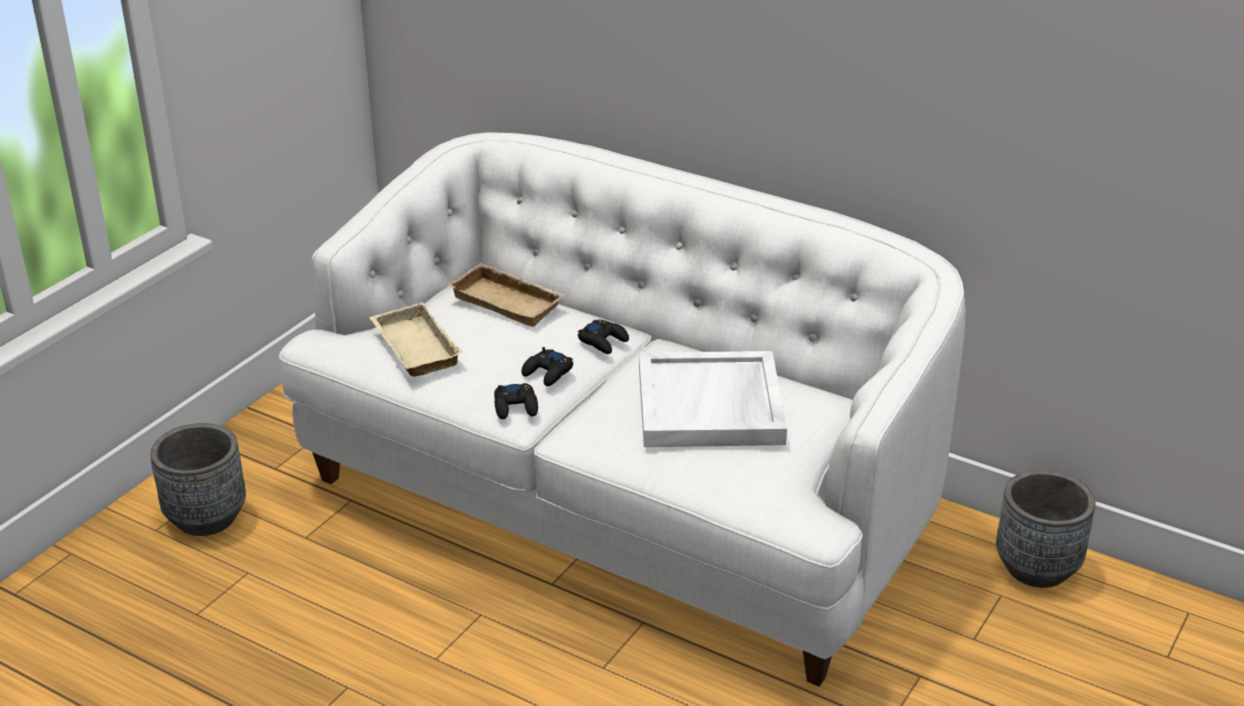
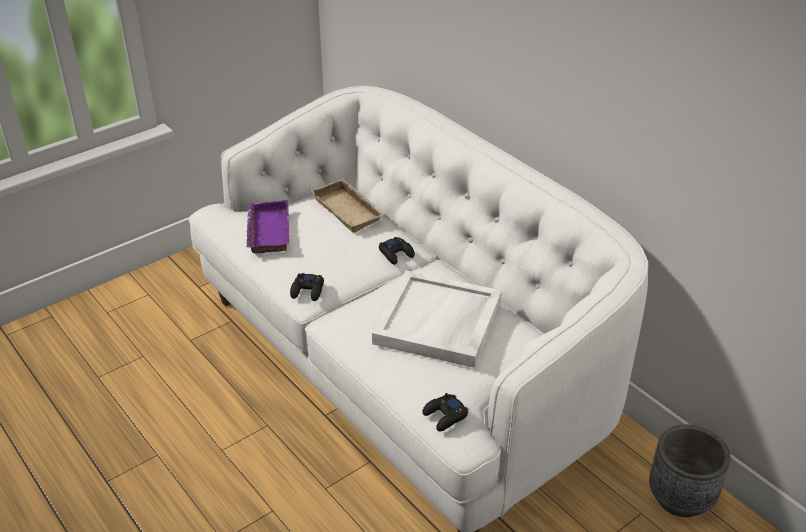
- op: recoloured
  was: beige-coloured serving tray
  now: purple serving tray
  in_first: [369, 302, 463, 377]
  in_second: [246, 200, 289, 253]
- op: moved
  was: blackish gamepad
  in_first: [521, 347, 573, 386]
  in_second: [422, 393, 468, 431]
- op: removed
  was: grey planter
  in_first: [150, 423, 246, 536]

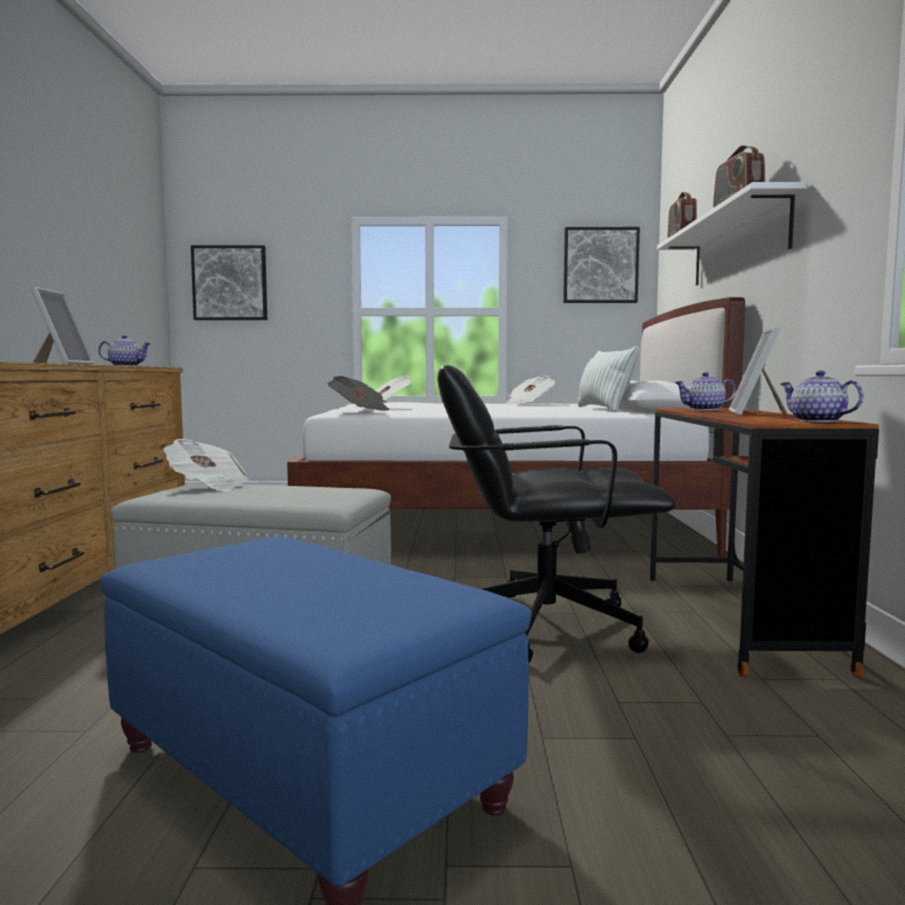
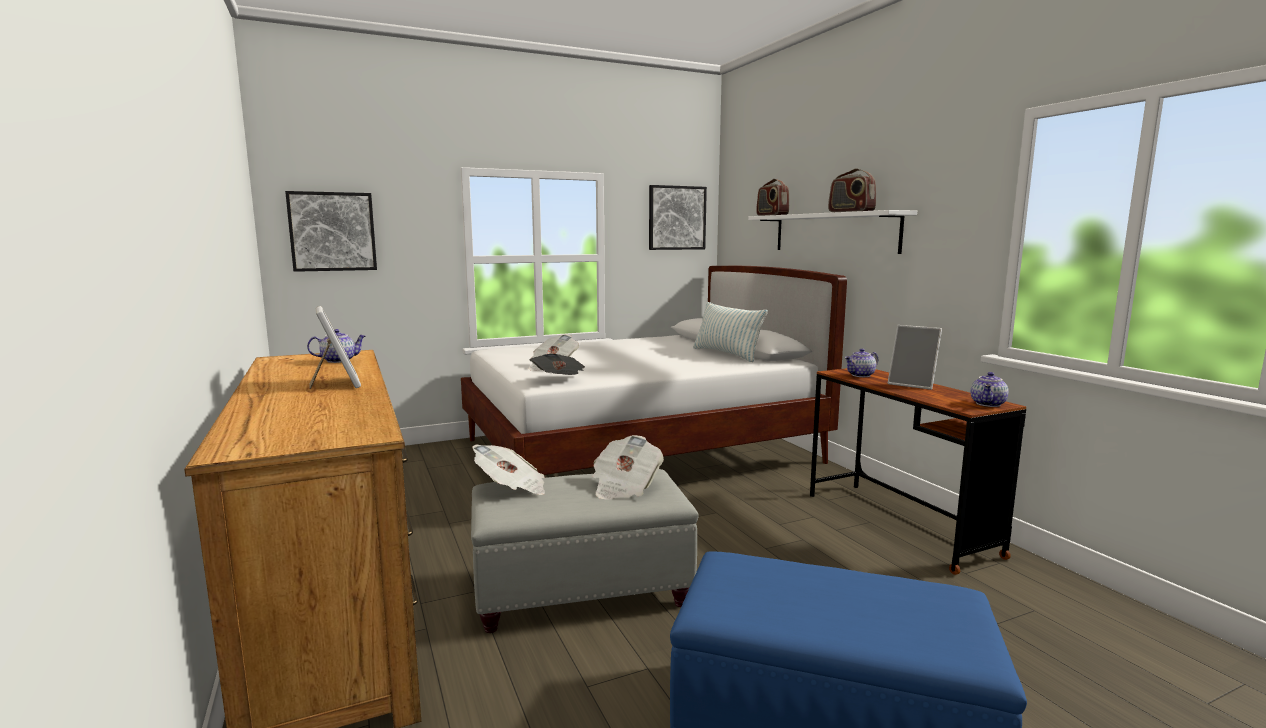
- op: moved
  was: newspaper
  in_first: [506, 376, 555, 405]
  in_second: [592, 435, 664, 500]
- op: turned
  was: standing frame
  in_first: [729, 327, 788, 415]
  in_second: [888, 325, 942, 390]
  clockwise: -45
- op: turned
  was: pot for tea
  in_first: [781, 371, 863, 422]
  in_second: [971, 372, 1009, 407]
  clockwise: -90
- op: removed
  was: blackish computer chair
  in_first: [437, 365, 676, 663]

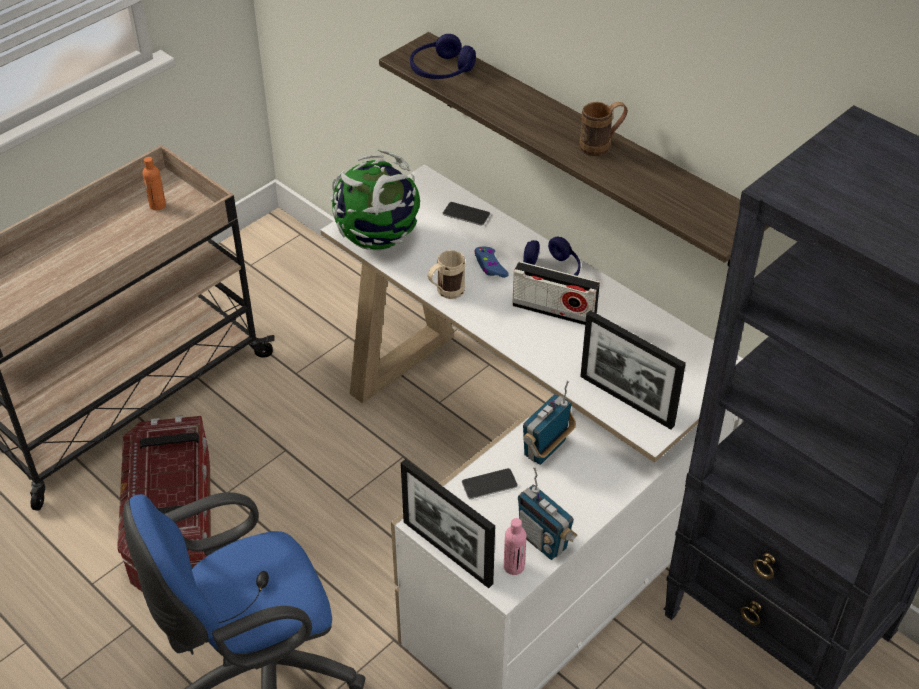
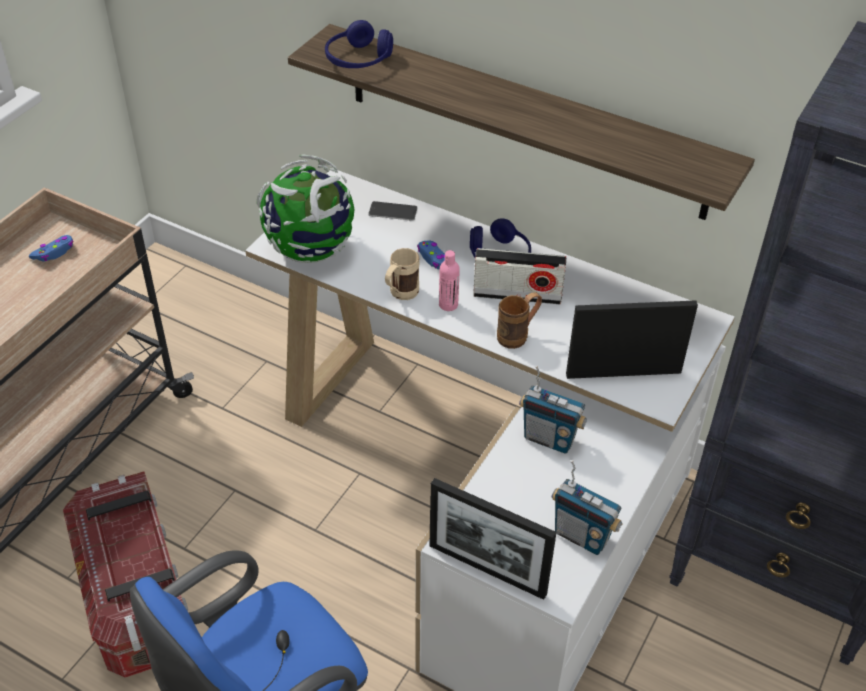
- op: replaced
  was: orange-coloured drink bottle
  now: blue-coloured gamepad
  in_first: [142, 157, 166, 210]
  in_second: [29, 235, 73, 261]
- op: moved
  was: pink-coloured drink bottle
  in_first: [504, 518, 526, 575]
  in_second: [439, 250, 460, 311]
- op: moved
  was: brown-coloured mug
  in_first: [580, 102, 628, 156]
  in_second: [497, 292, 542, 349]
- op: turned
  was: radio set
  in_first: [523, 381, 576, 465]
  in_second: [519, 366, 587, 454]
  clockwise: -90
- op: turned
  was: standing frame
  in_first: [580, 310, 686, 429]
  in_second: [566, 300, 698, 379]
  clockwise: 150
- op: removed
  was: phone
  in_first: [462, 468, 518, 499]

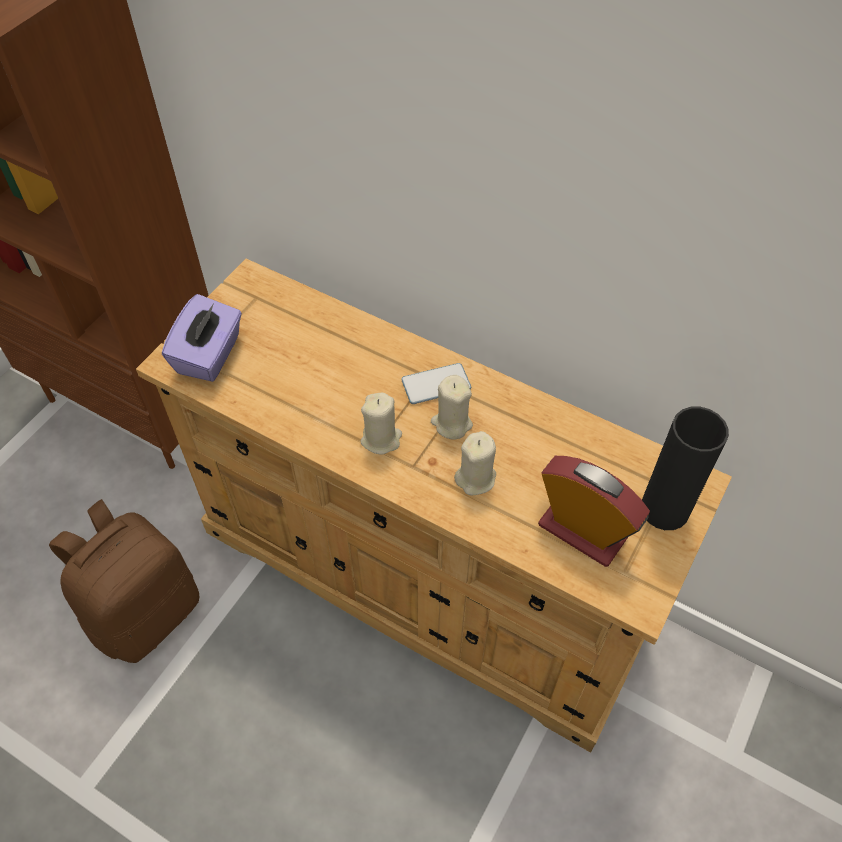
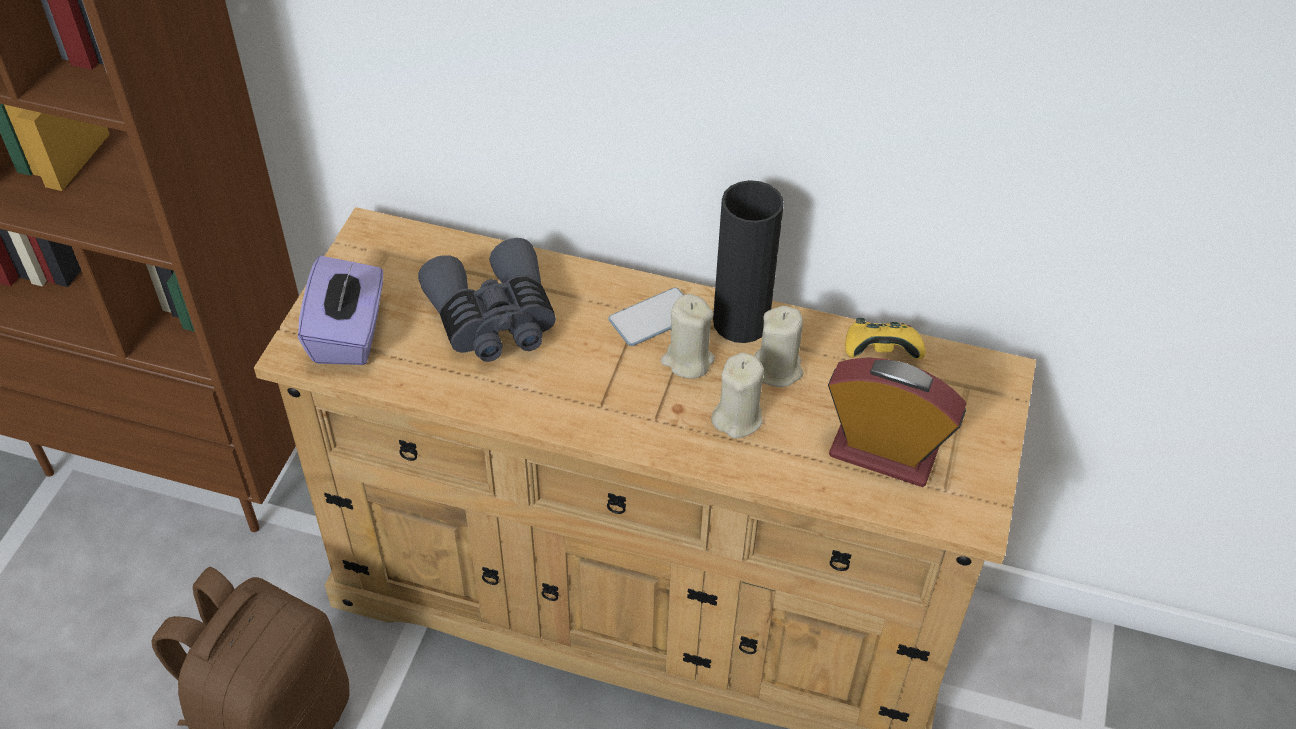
- op: added
  now: grey field glasses
  in_second: [418, 238, 556, 362]
- op: moved
  was: blackish decorative vase
  in_first: [642, 407, 729, 530]
  in_second: [713, 180, 784, 343]
- op: moved
  was: beige-coloured wax candle
  in_first: [361, 393, 402, 454]
  in_second: [754, 306, 804, 387]
- op: added
  now: yellow gamepad
  in_second: [845, 318, 926, 359]

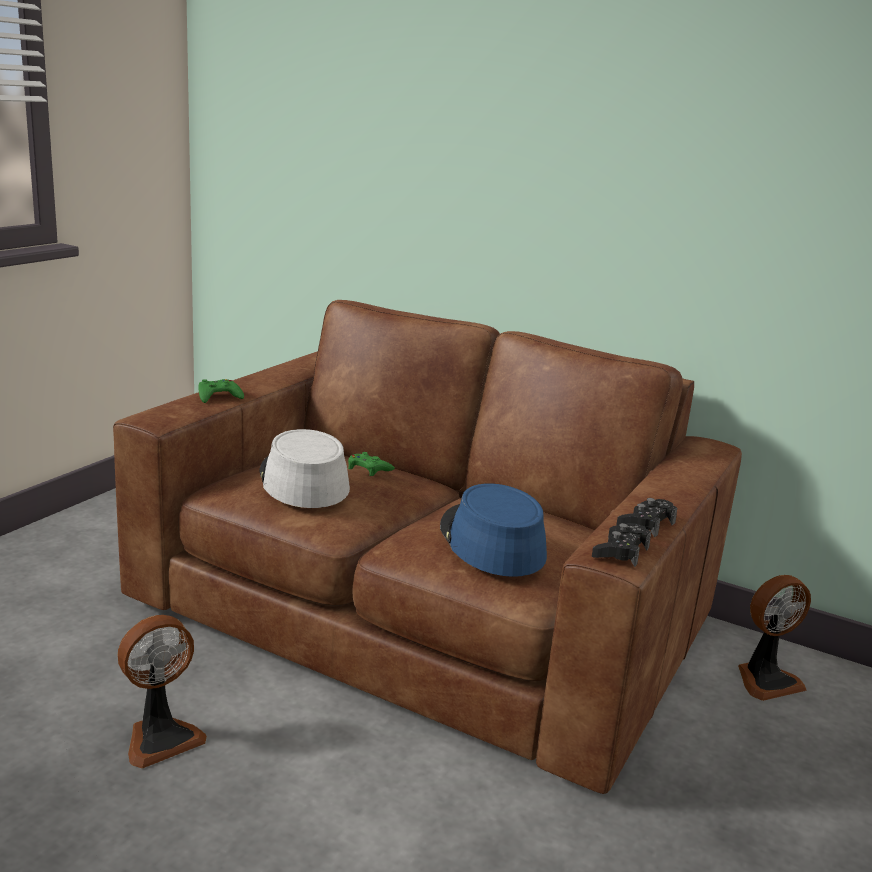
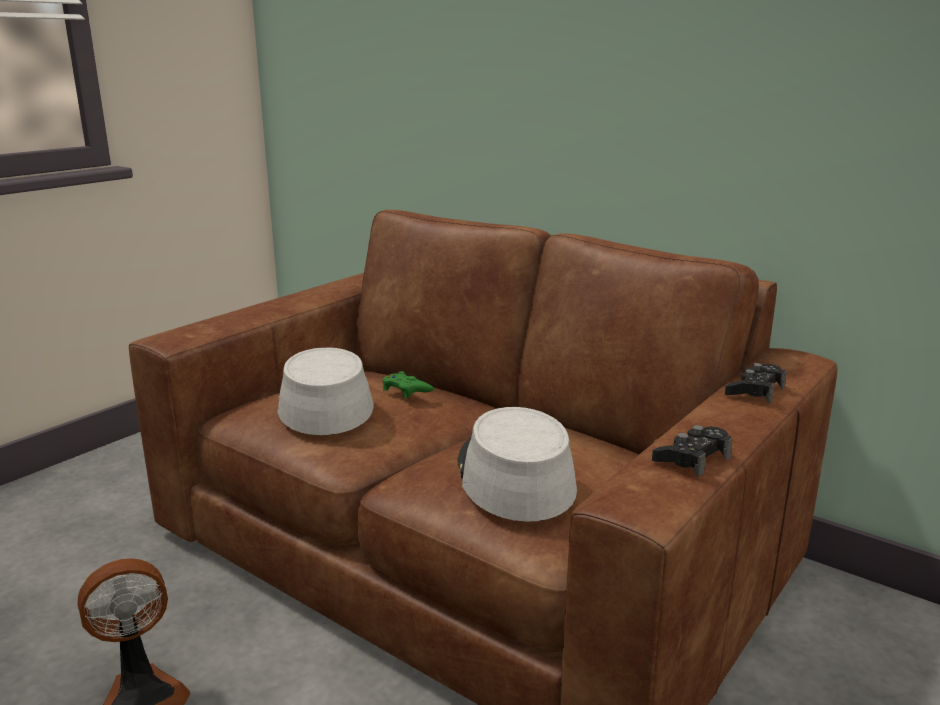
- op: recoloured
  was: blue-coloured clothing hat
  now: grey clothing hat
  in_first: [440, 483, 547, 577]
  in_second: [458, 407, 577, 522]
- op: moved
  was: blackish gamepad
  in_first: [592, 523, 651, 567]
  in_second: [725, 363, 787, 403]
- op: removed
  was: green gamepad
  in_first: [199, 379, 244, 403]
- op: removed
  was: cooling fan
  in_first: [738, 575, 811, 701]

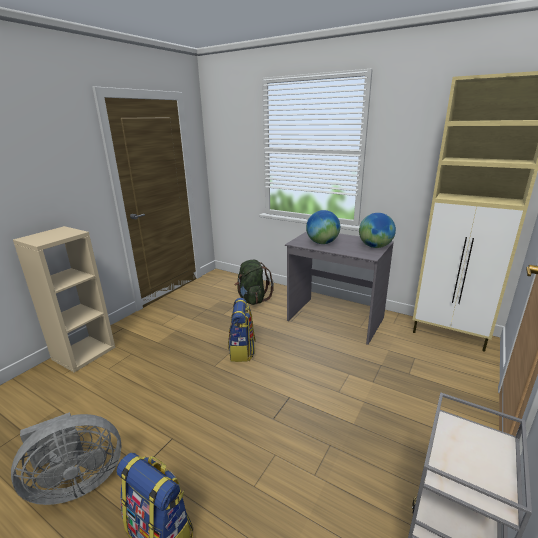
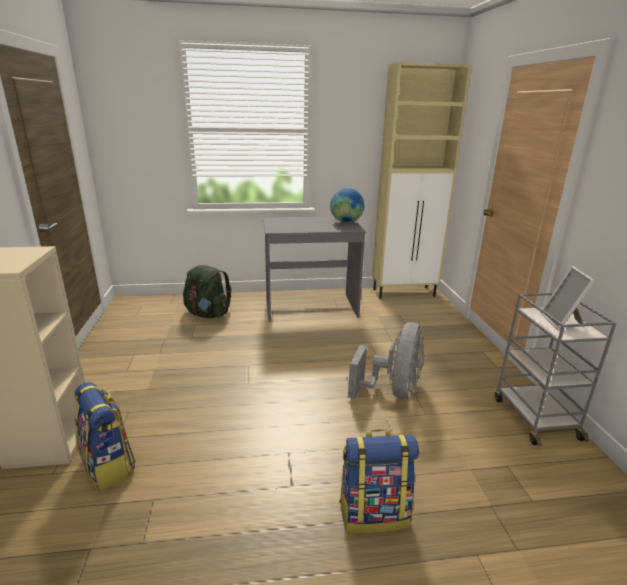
- op: moved
  was: backpack
  in_first: [228, 298, 255, 362]
  in_second: [75, 382, 136, 492]
- op: moved
  was: grey cooling fan
  in_first: [11, 412, 121, 505]
  in_second: [348, 322, 424, 399]
- op: added
  now: standing frame
  in_second: [540, 266, 595, 330]
- op: removed
  was: desk globe
  in_first: [306, 210, 340, 244]

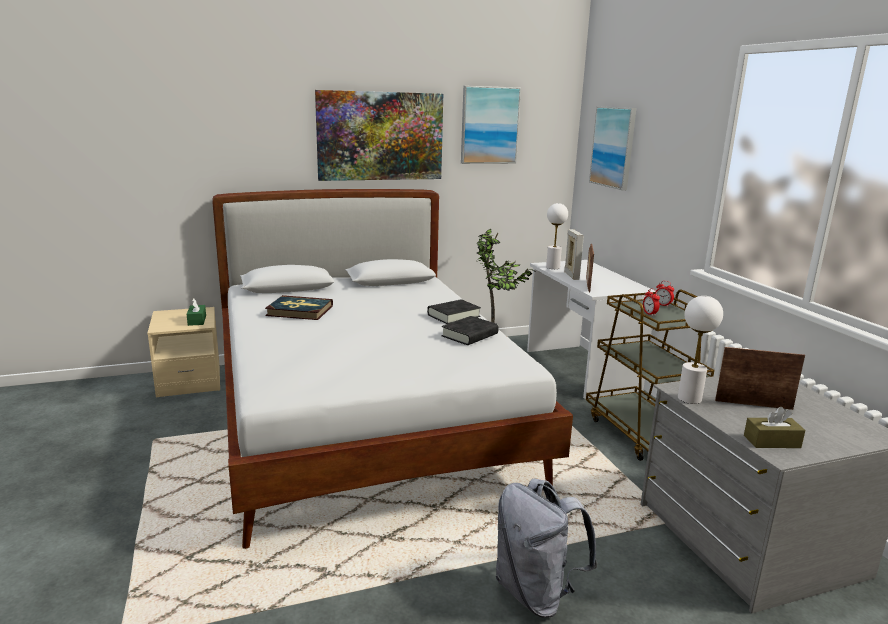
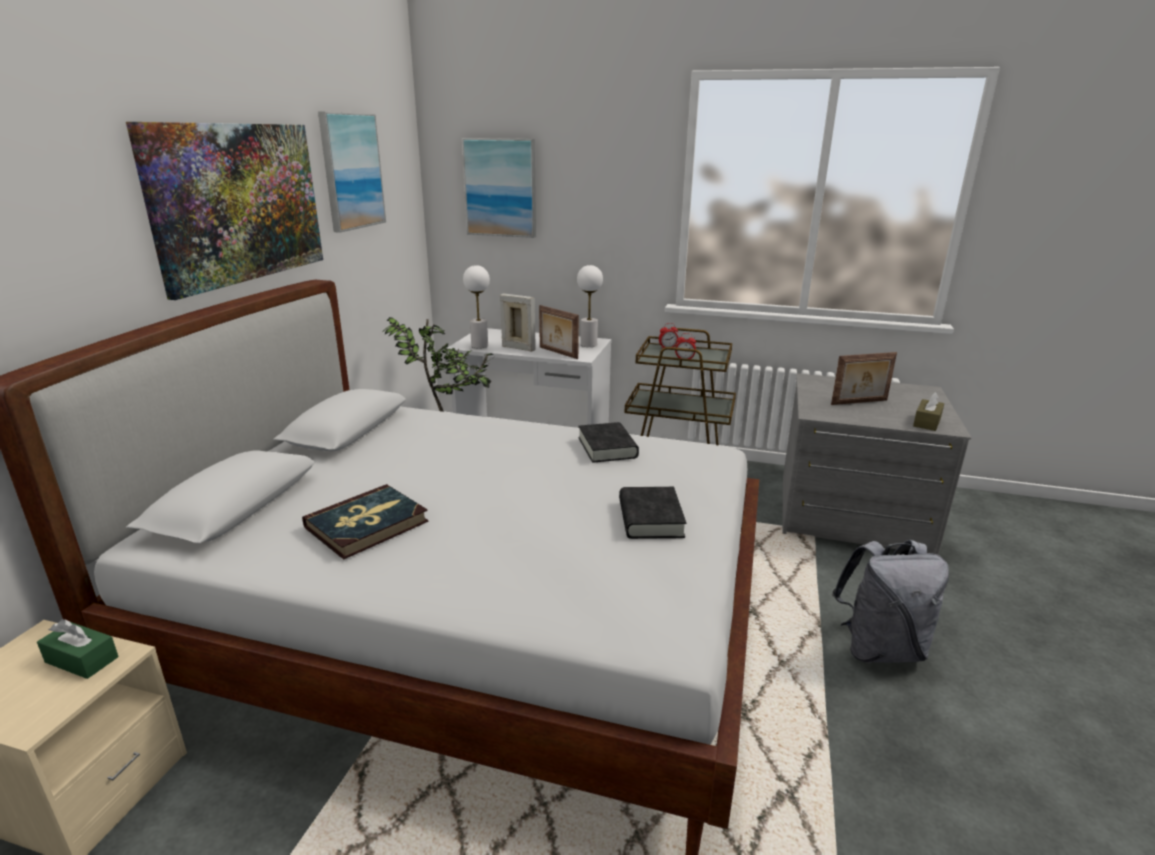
- op: moved
  was: white table lamp
  in_first: [678, 296, 723, 404]
  in_second: [577, 265, 603, 347]
- op: moved
  was: blackish bound book
  in_first: [427, 299, 481, 324]
  in_second: [619, 487, 686, 539]
- op: turned
  was: standing frame
  in_first: [715, 347, 805, 410]
  in_second: [831, 352, 897, 405]
  clockwise: -150

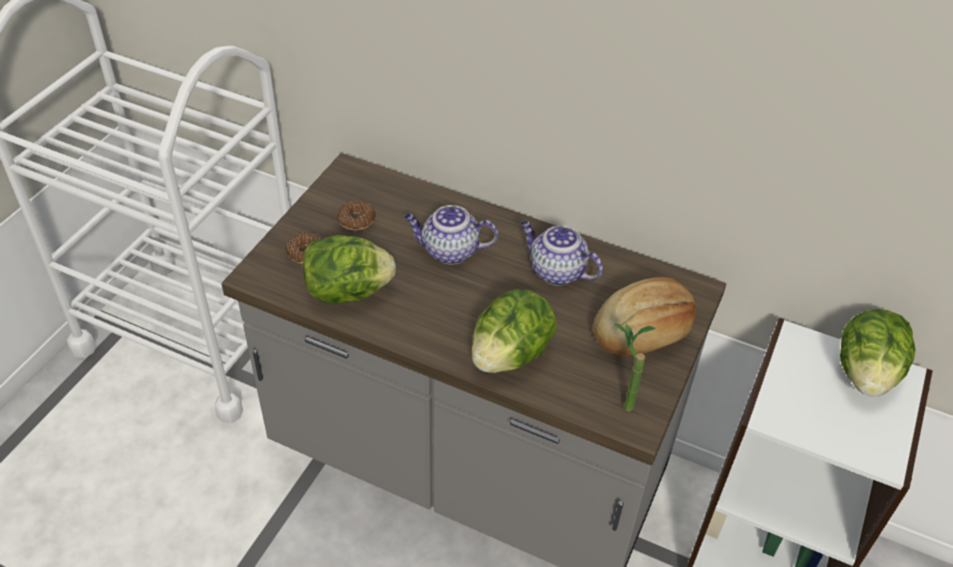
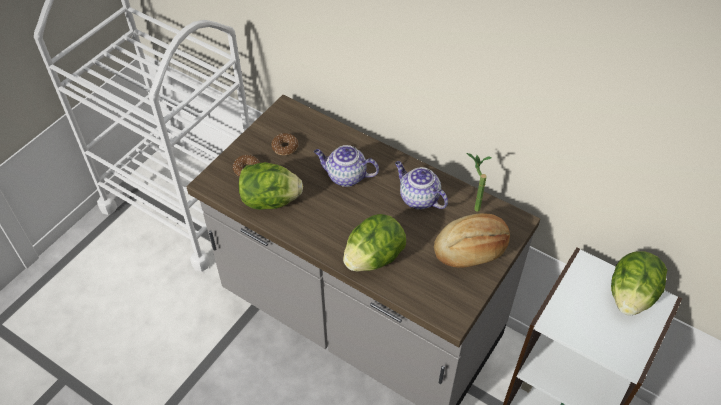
- op: moved
  was: plant in a pot
  in_first: [613, 323, 656, 411]
  in_second: [466, 153, 491, 212]

